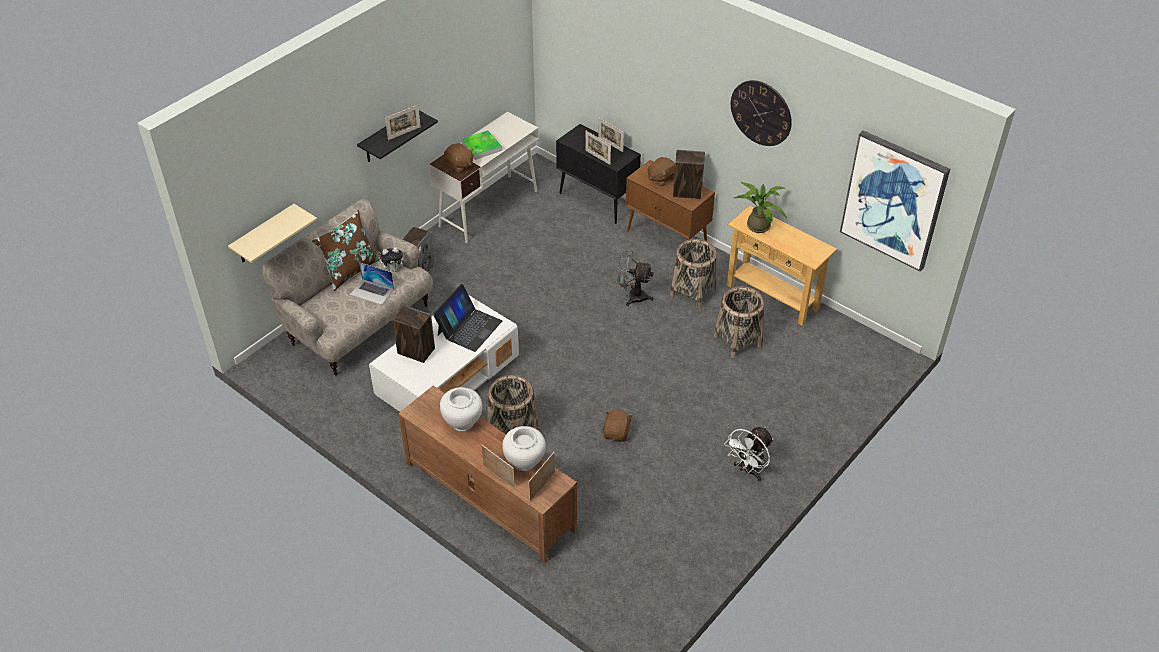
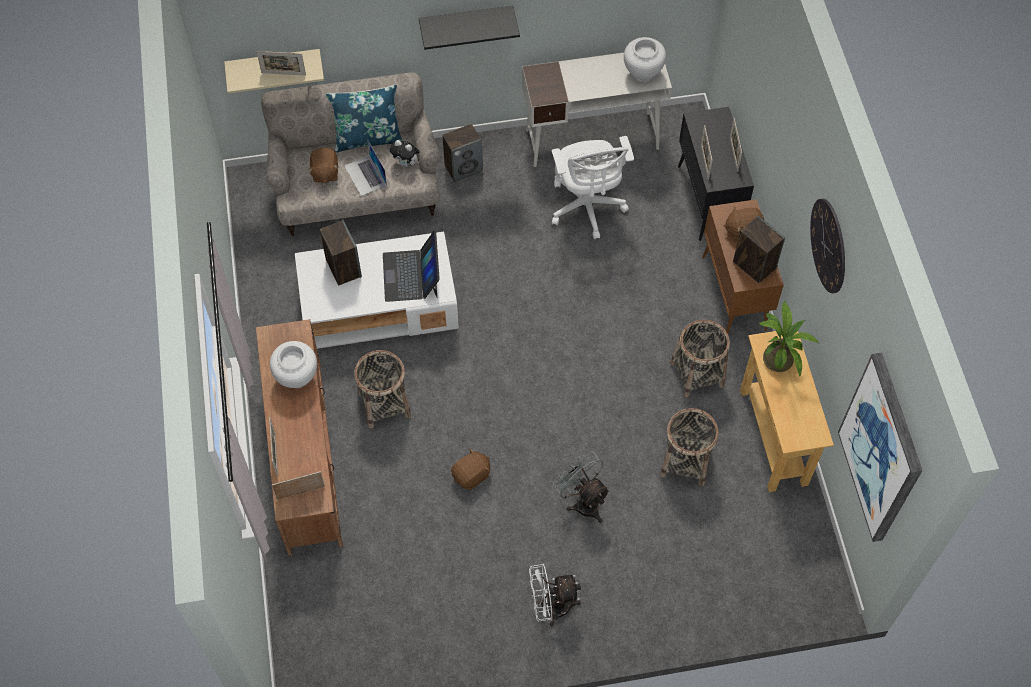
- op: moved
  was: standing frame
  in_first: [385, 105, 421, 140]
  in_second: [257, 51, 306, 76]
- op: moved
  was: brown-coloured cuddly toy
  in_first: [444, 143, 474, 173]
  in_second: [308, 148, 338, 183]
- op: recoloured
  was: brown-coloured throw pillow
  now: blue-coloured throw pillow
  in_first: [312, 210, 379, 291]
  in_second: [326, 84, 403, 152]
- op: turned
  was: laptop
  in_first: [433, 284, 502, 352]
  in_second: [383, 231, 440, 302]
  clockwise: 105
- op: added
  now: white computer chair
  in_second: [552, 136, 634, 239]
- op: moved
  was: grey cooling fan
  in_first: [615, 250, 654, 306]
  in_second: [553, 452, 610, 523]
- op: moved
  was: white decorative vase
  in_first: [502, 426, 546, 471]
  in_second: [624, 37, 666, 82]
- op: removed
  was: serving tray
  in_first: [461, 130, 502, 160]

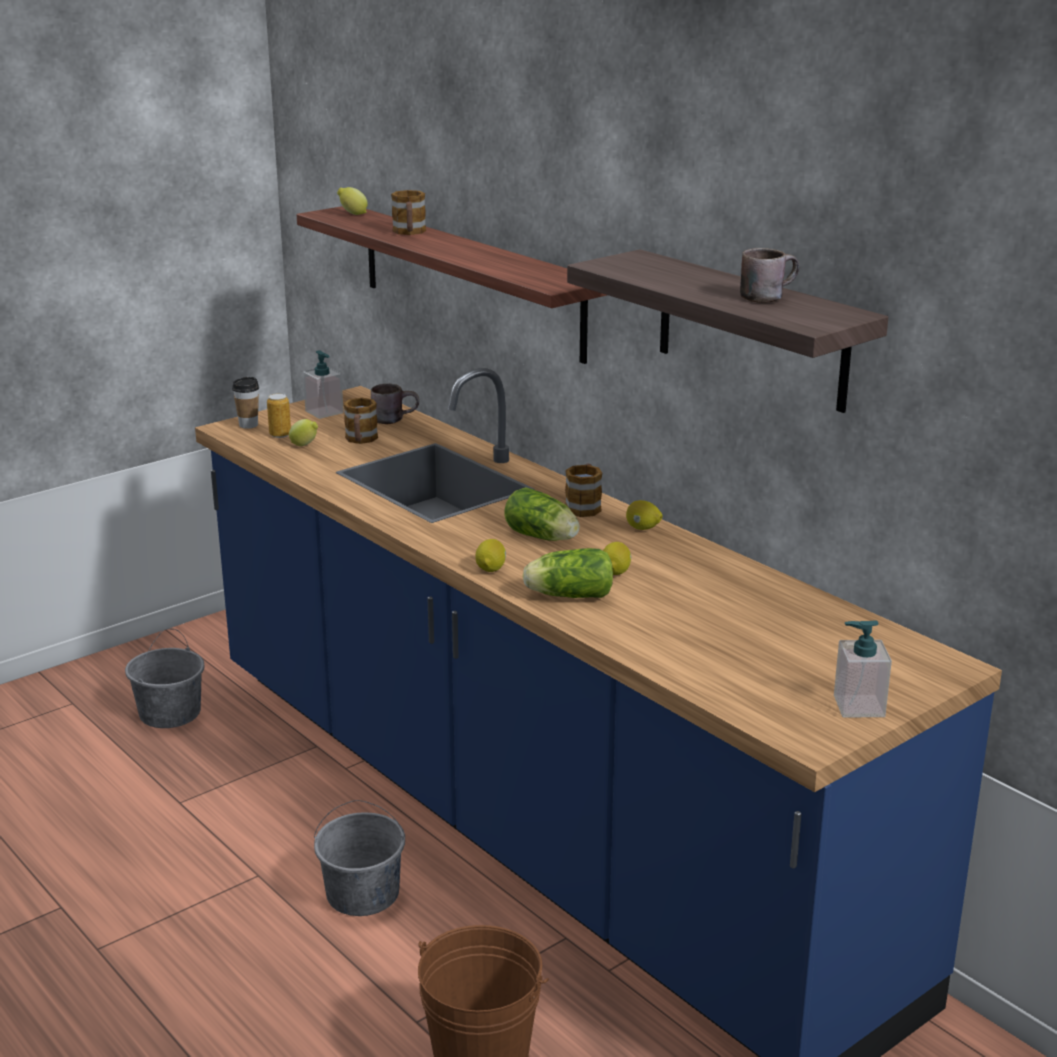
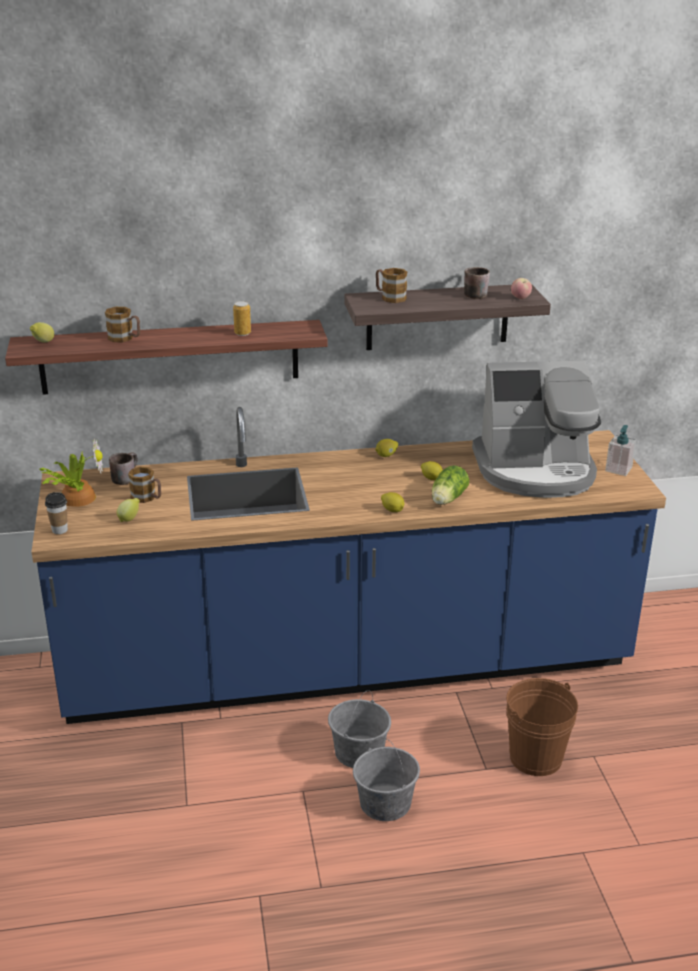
- op: replaced
  was: liquid soap bottle
  now: plant in a pot
  in_first: [303, 350, 344, 419]
  in_second: [39, 439, 103, 507]
- op: moved
  was: metal can
  in_first: [267, 393, 291, 438]
  in_second: [233, 301, 251, 336]
- op: moved
  was: grey pail
  in_first: [125, 629, 204, 728]
  in_second: [353, 737, 420, 821]
- op: moved
  was: mug
  in_first: [565, 463, 602, 517]
  in_second: [376, 268, 407, 303]
- op: added
  now: coffee machine
  in_second: [472, 361, 601, 498]
- op: added
  now: apple
  in_second: [511, 278, 532, 299]
- op: removed
  was: lettuce
  in_first: [504, 487, 580, 541]

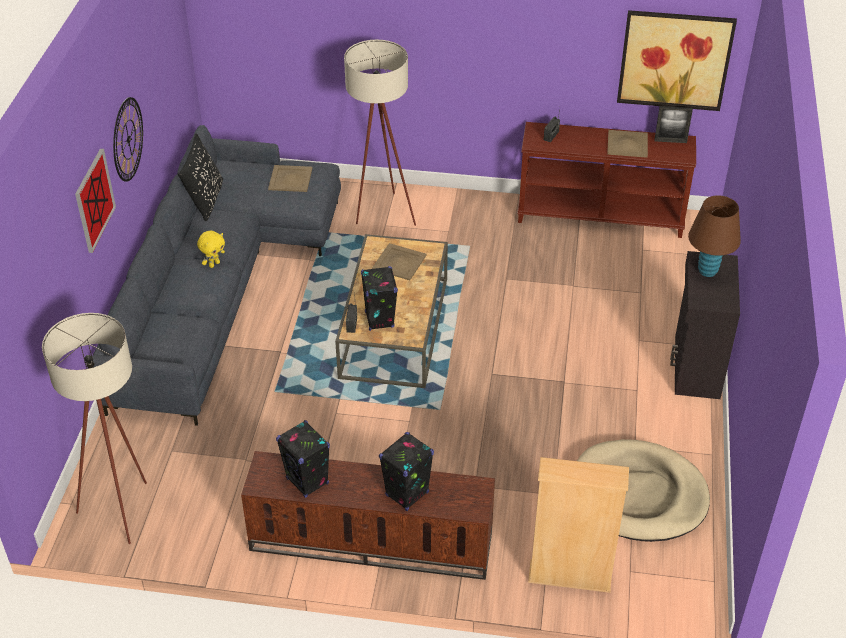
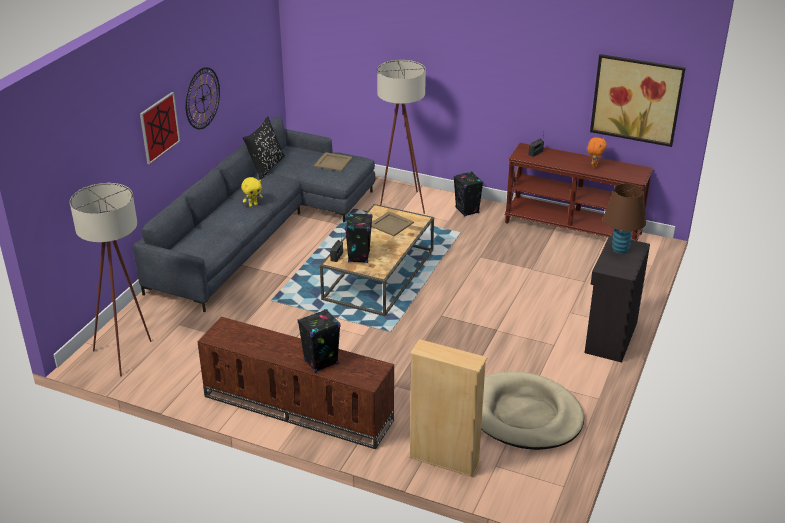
- op: moved
  was: blackish speaker
  in_first: [276, 420, 330, 498]
  in_second: [453, 171, 483, 217]
- op: replaced
  was: beige-coloured serving tray
  now: orange-coloured cuddly toy
  in_first: [607, 130, 648, 158]
  in_second: [587, 137, 607, 168]
- op: removed
  was: standing frame
  in_first: [655, 106, 693, 143]

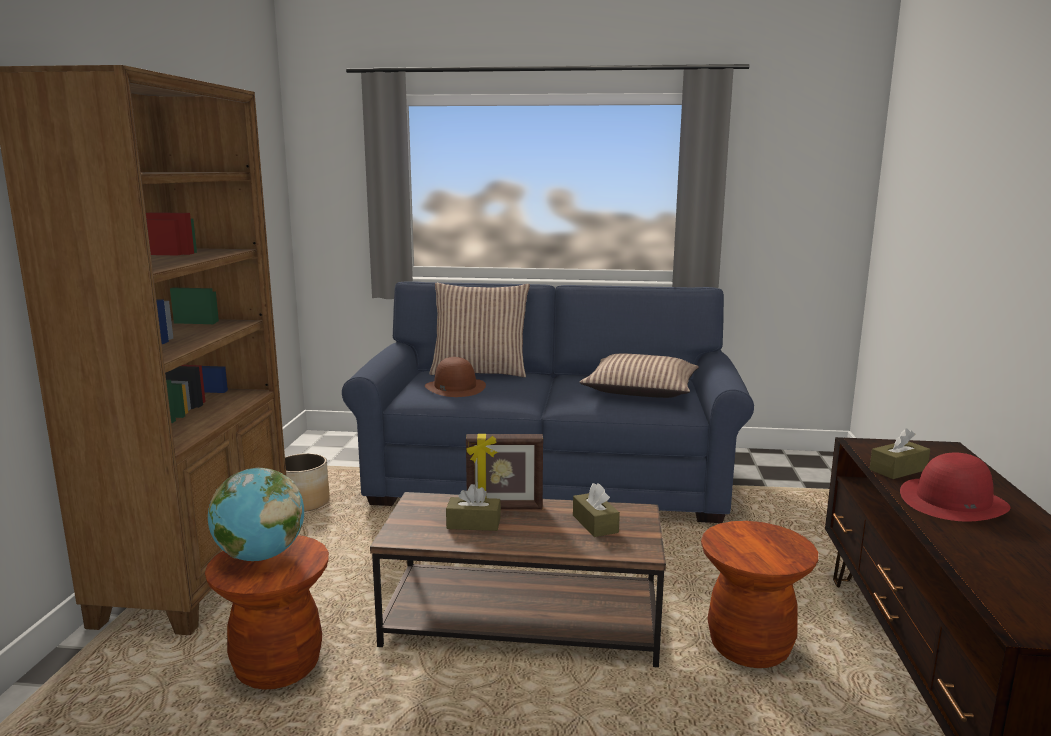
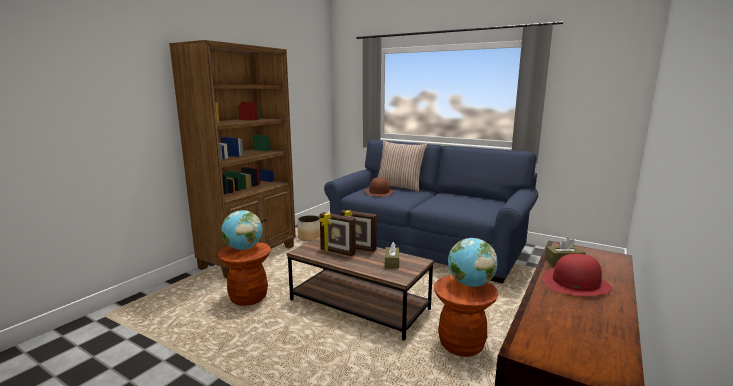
- op: replaced
  was: brown-coloured tissue holder
  now: standing frame
  in_first: [446, 484, 501, 531]
  in_second: [319, 212, 356, 256]
- op: added
  now: desk globe
  in_second: [448, 238, 498, 287]
- op: removed
  was: throw pillow
  in_first: [580, 354, 699, 398]

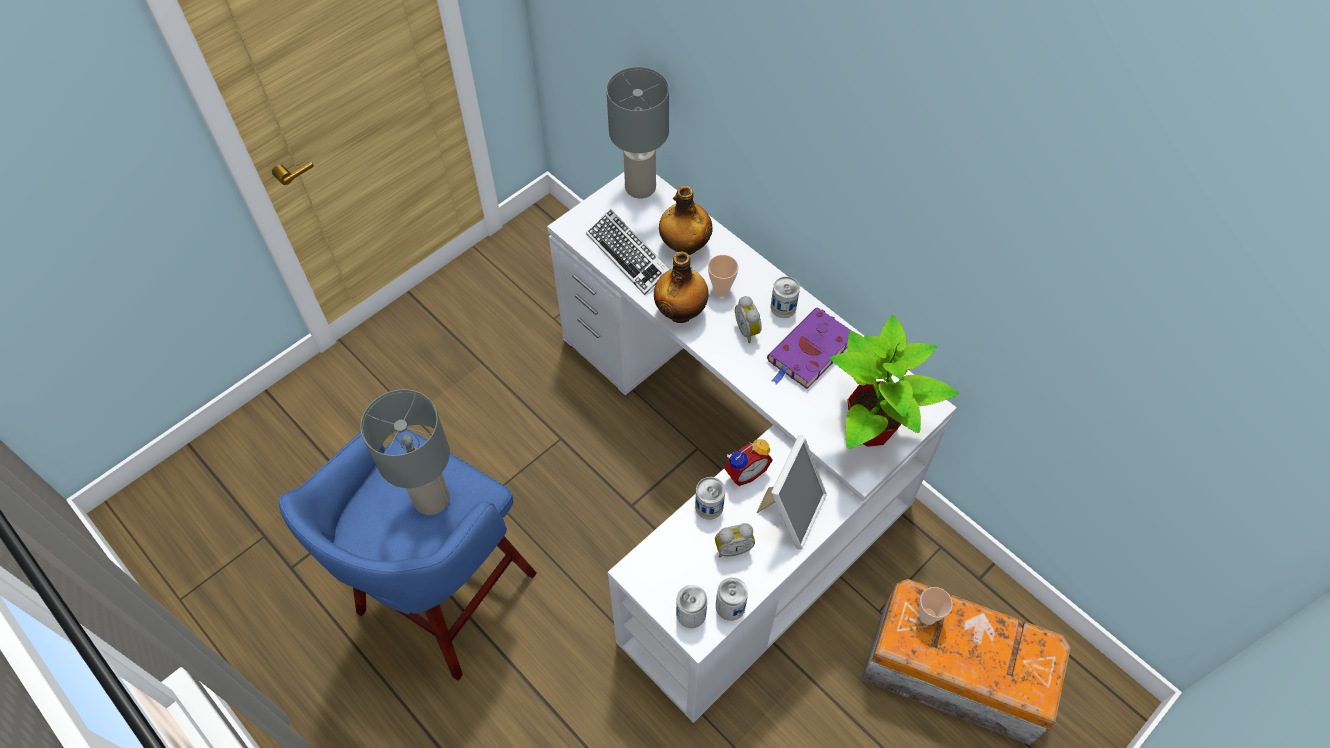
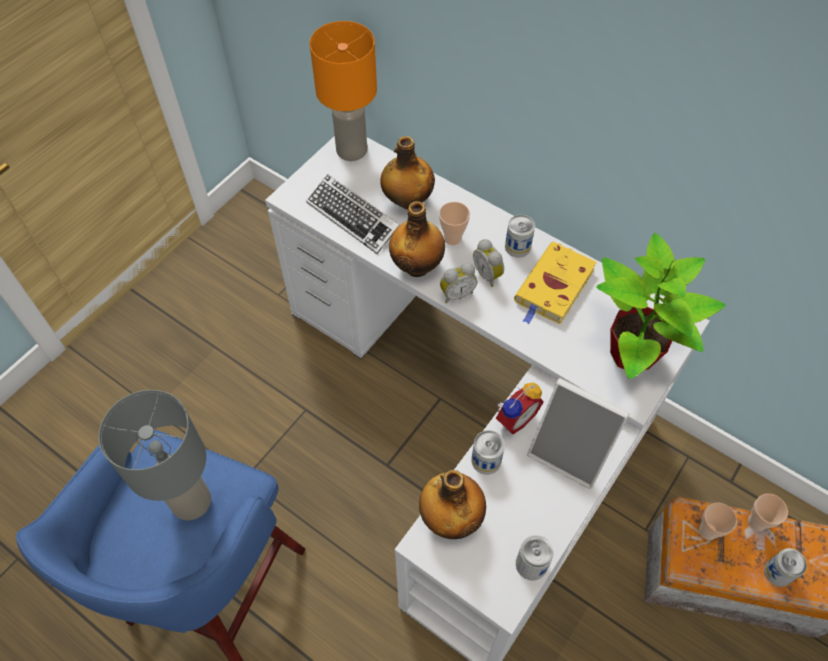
- op: recoloured
  was: grey table lamp
  now: orange-coloured table lamp
  in_first: [606, 67, 669, 199]
  in_second: [310, 21, 377, 161]
- op: added
  now: drink bottle
  in_second: [419, 470, 486, 539]
- op: moved
  was: bedside clock
  in_first: [715, 523, 755, 557]
  in_second: [440, 263, 477, 303]
- op: recoloured
  was: purple bound book
  now: yellow bound book
  in_first: [767, 307, 851, 389]
  in_second: [514, 242, 597, 325]
- op: turned
  was: standing frame
  in_first: [757, 435, 827, 550]
  in_second: [527, 378, 629, 489]
  clockwise: 105
- op: added
  now: cup
  in_second: [748, 494, 788, 531]
- op: moved
  was: metal can
  in_first: [676, 585, 707, 628]
  in_second: [764, 548, 807, 587]

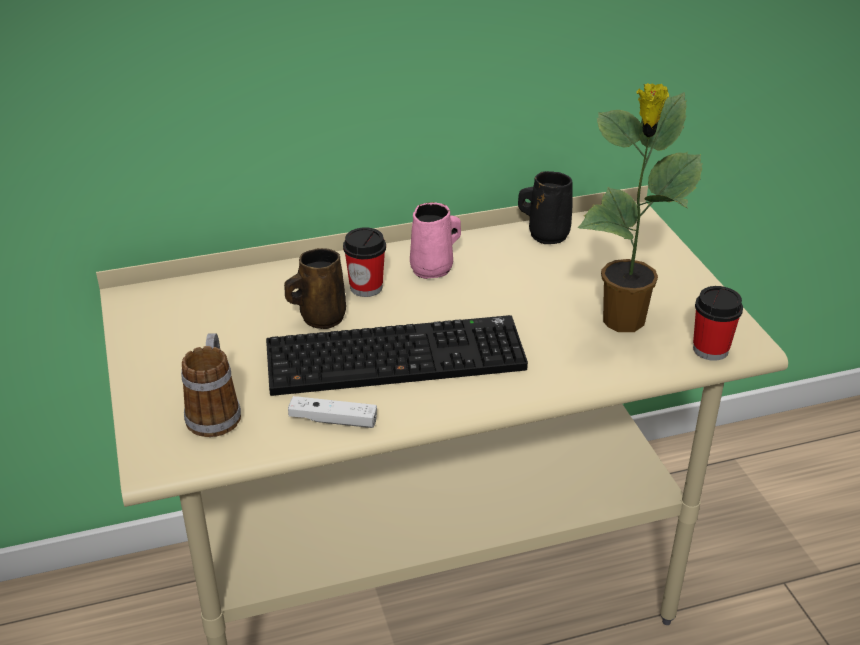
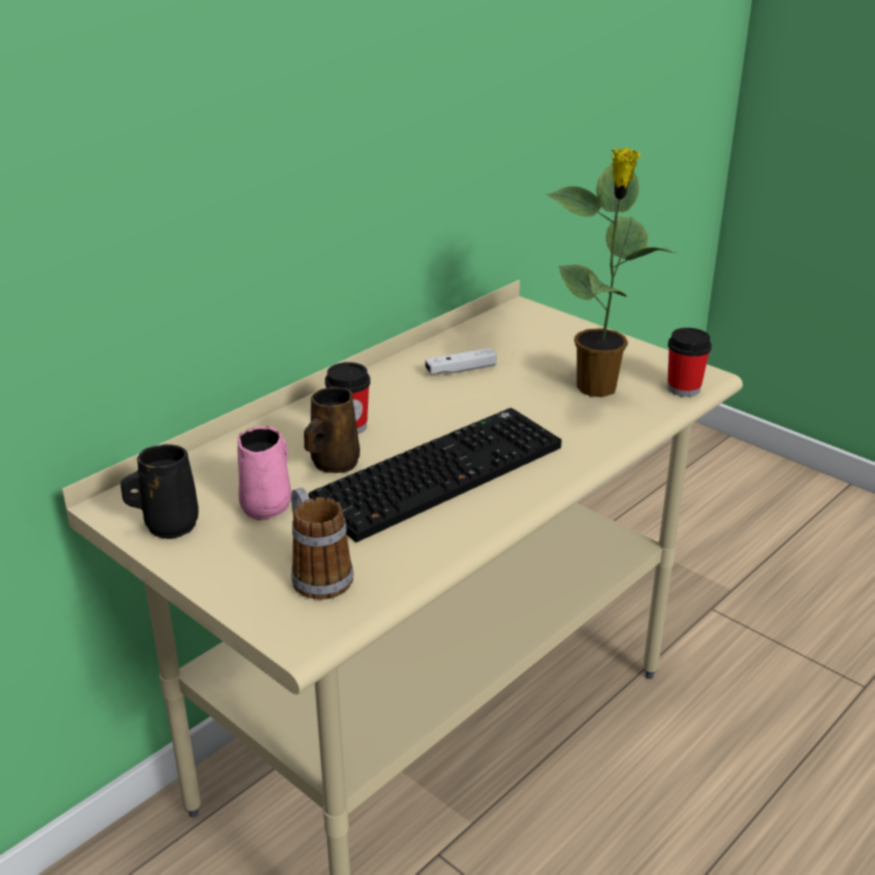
- op: moved
  was: blackish mug
  in_first: [518, 171, 573, 244]
  in_second: [121, 444, 198, 539]
- op: moved
  was: pink-coloured mug
  in_first: [410, 202, 461, 279]
  in_second: [237, 426, 291, 520]
- op: moved
  was: white gamepad
  in_first: [288, 396, 377, 428]
  in_second: [425, 348, 497, 374]

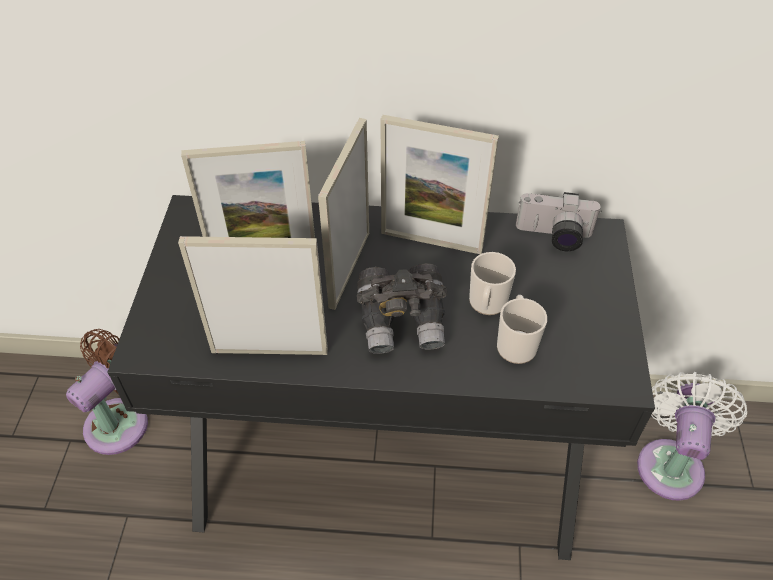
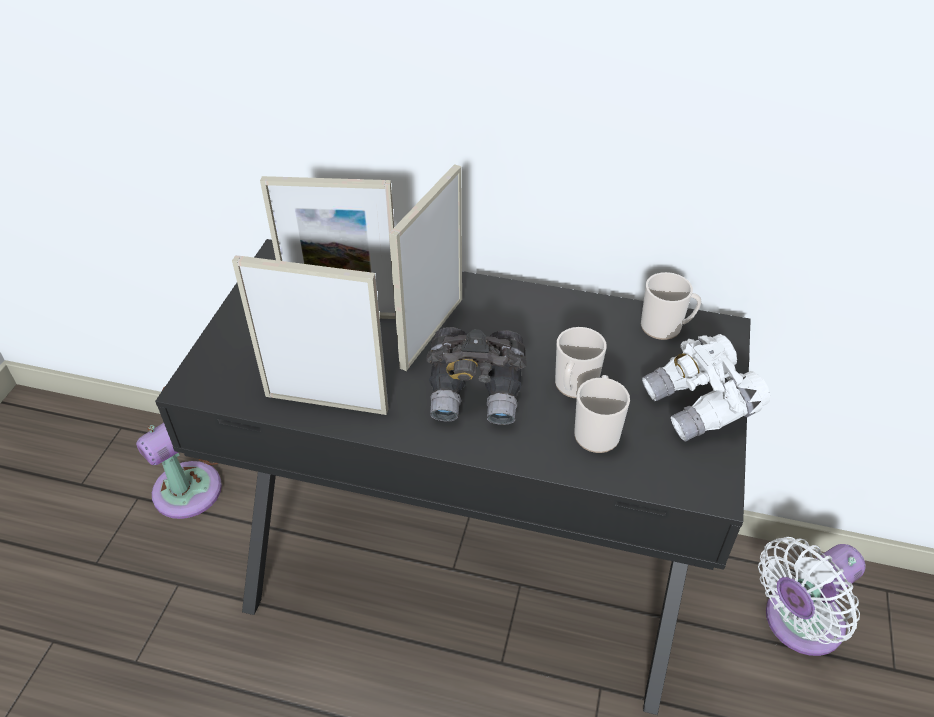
- op: replaced
  was: still camera
  now: mug
  in_first: [516, 192, 602, 251]
  in_second: [641, 272, 702, 340]
- op: added
  now: white field glasses
  in_second: [642, 334, 771, 442]
- op: turned
  was: white cooling fan
  in_first: [637, 372, 747, 501]
  in_second: [758, 537, 866, 656]
  clockwise: -150
- op: removed
  was: standing frame
  in_first: [380, 115, 499, 254]

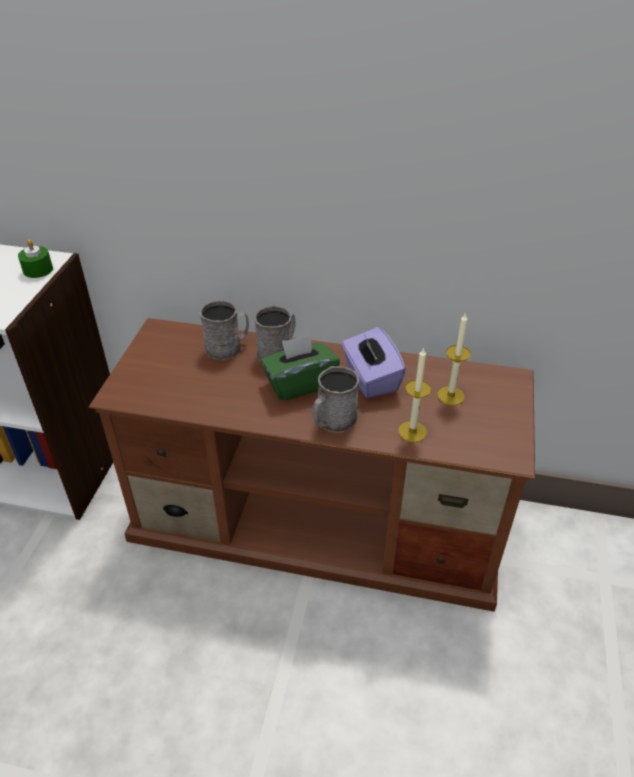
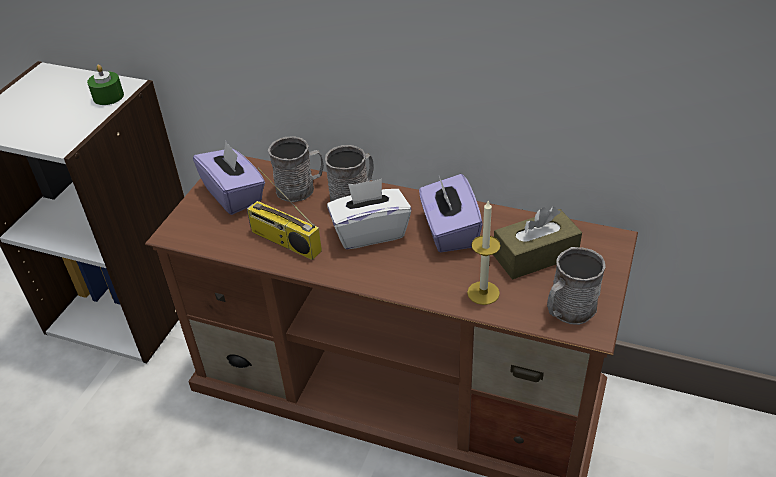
- op: added
  now: purple tissue holder
  in_second: [193, 141, 265, 215]
- op: added
  now: radio set
  in_second: [247, 167, 322, 260]
- op: recoloured
  was: green tissue holder
  now: white tissue holder
  in_first: [260, 335, 340, 401]
  in_second: [327, 179, 412, 249]
- op: replaced
  was: wax candle
  now: brown-coloured tissue holder
  in_first: [437, 312, 471, 405]
  in_second: [493, 207, 582, 279]
- op: moved
  was: grey mug
  in_first: [313, 366, 359, 433]
  in_second: [547, 247, 606, 325]

